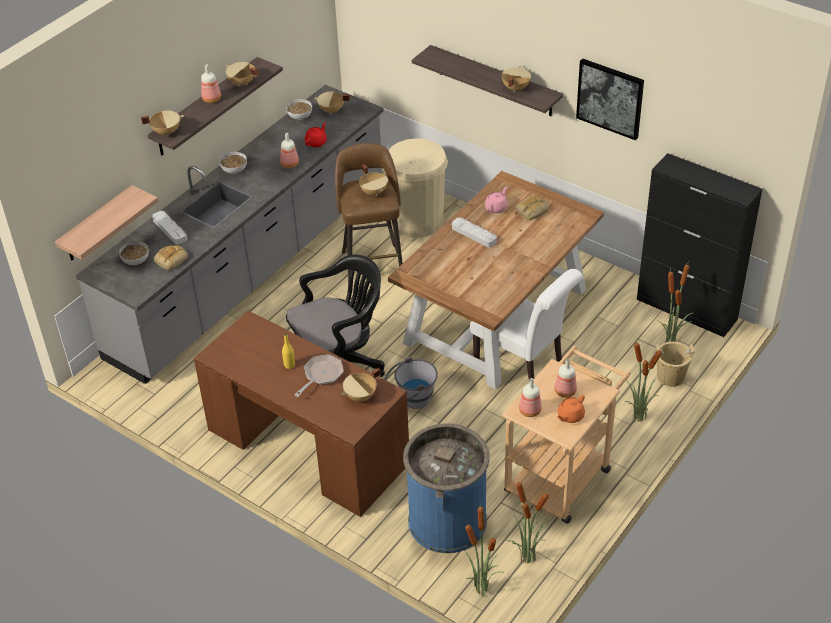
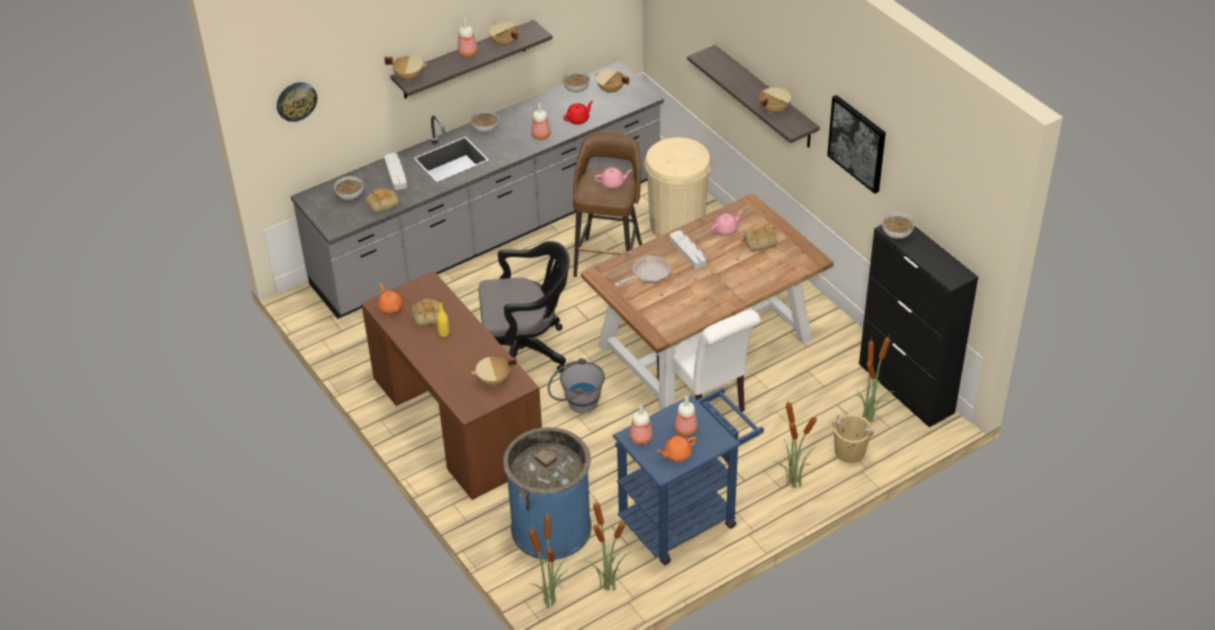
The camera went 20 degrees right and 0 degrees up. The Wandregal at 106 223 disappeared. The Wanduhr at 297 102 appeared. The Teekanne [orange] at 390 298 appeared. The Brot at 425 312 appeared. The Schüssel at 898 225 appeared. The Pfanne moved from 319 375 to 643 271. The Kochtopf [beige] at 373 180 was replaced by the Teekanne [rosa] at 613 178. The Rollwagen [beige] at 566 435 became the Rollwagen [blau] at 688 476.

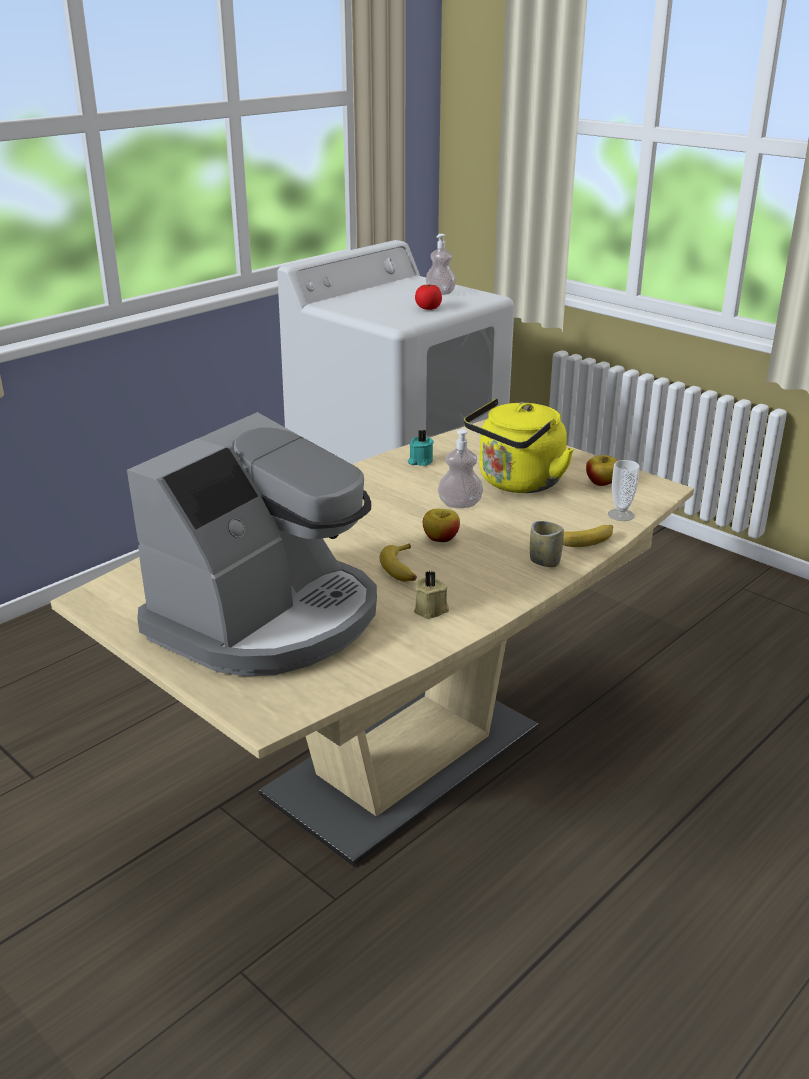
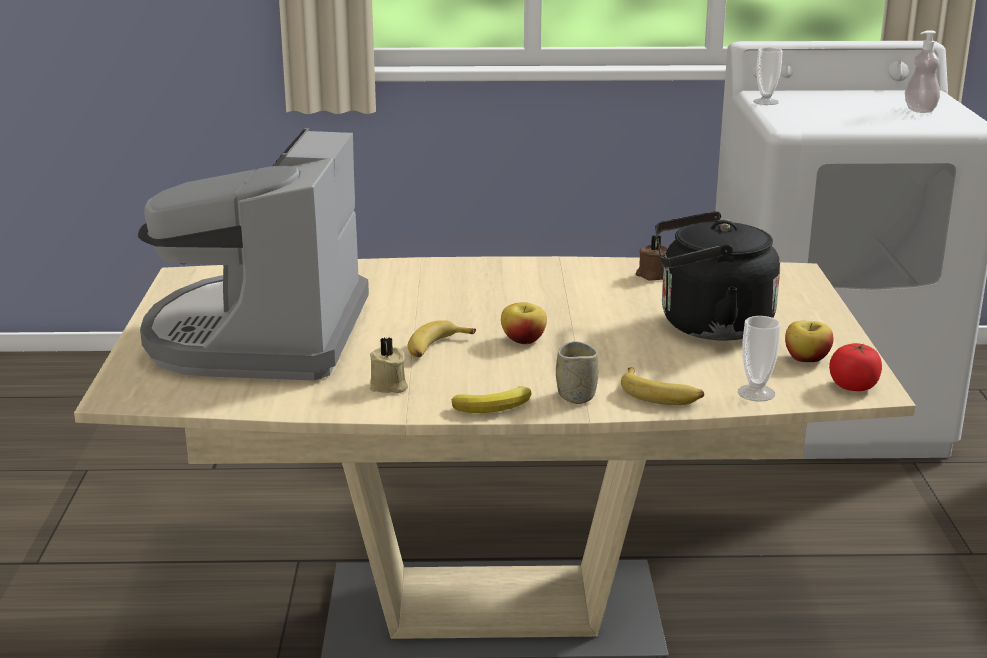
The camera went 45 degrees right and 5 degrees down. The Seifenspender at 460 468 disappeared. The Banane at 491 399 appeared. The Tasse at 767 76 appeared. The Tomate moved from 428 297 to 855 367. The Kerze [türkis] at 421 447 became the Kerze [braun] at 652 257. The Wasserkessel [gelb] at 519 445 became the Wasserkessel [schwarz] at 717 276. The Kaffeemaschine at 252 544 turned 105 degrees clockwise.

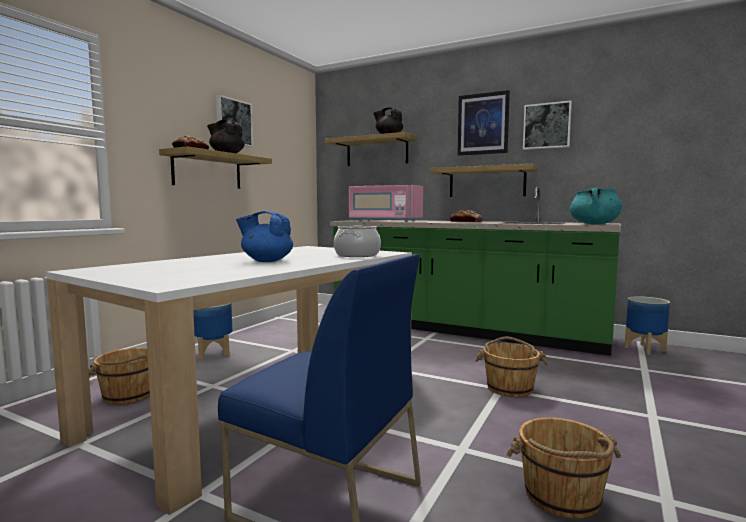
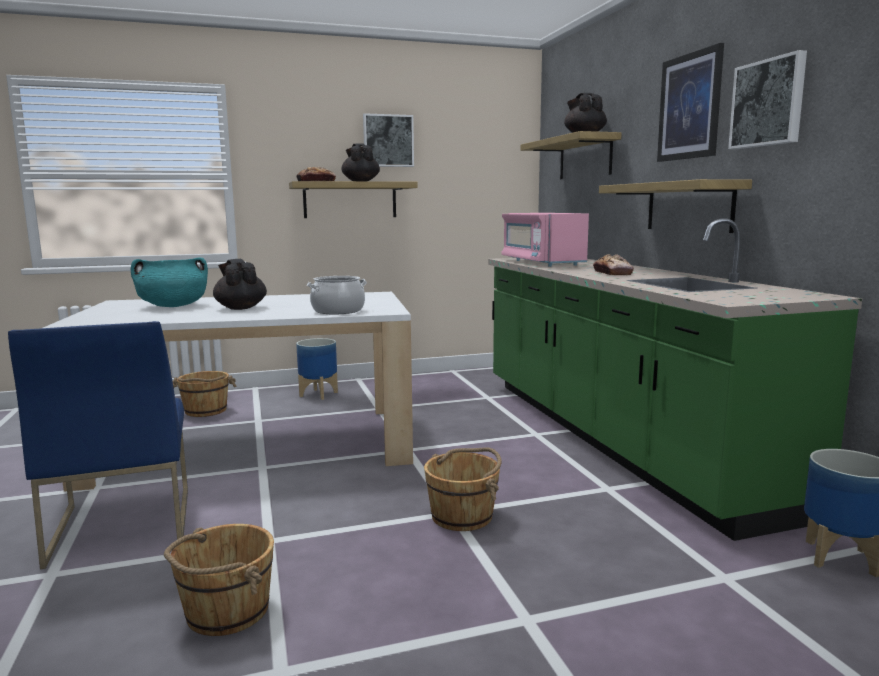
The camera went 45 degrees right and 5 degrees up. The Kochtopf [türkis] moved from 596 206 to 169 282. The Teekanne [blau] at 264 236 became the Teekanne [schwarz] at 240 284.

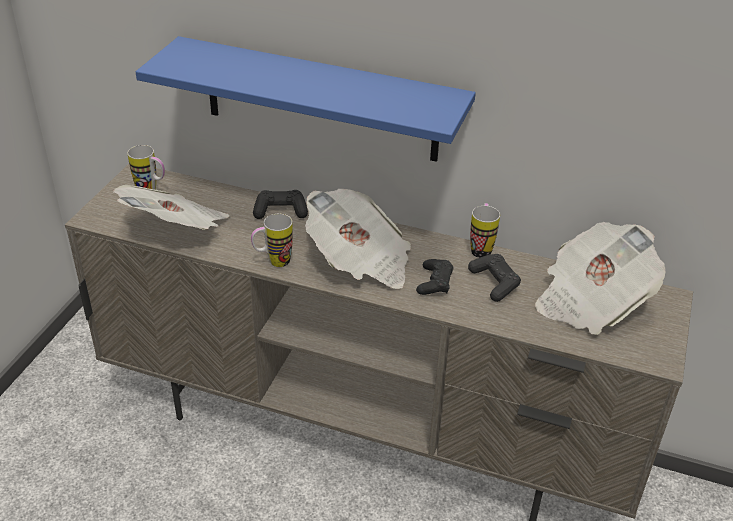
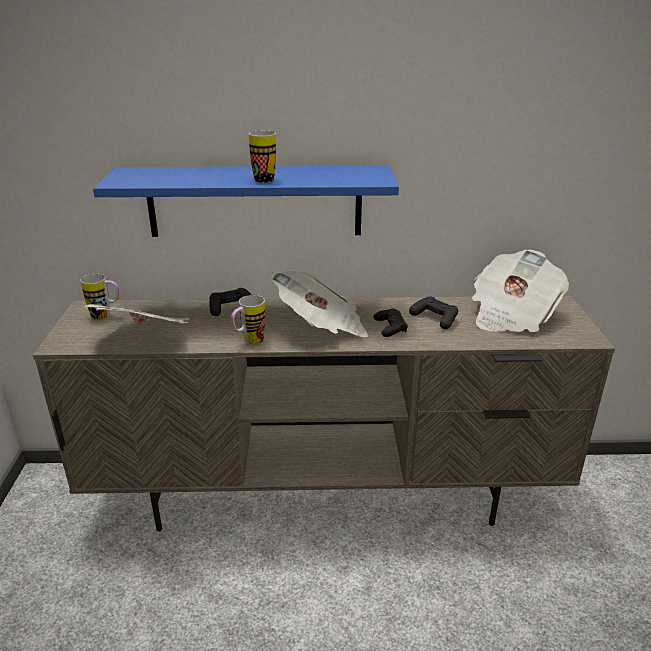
The camera went 20 degrees left and 10 degrees down. The Henkelbecher moved from 485 230 to 262 156.

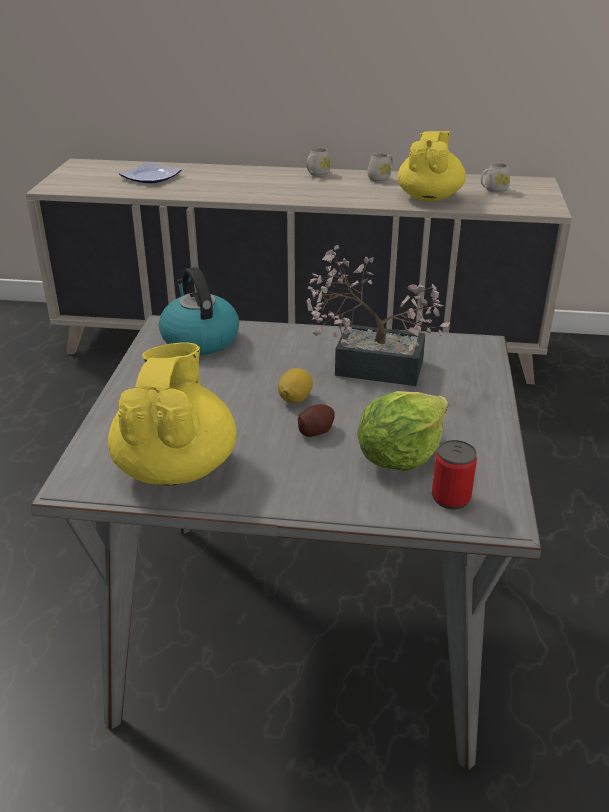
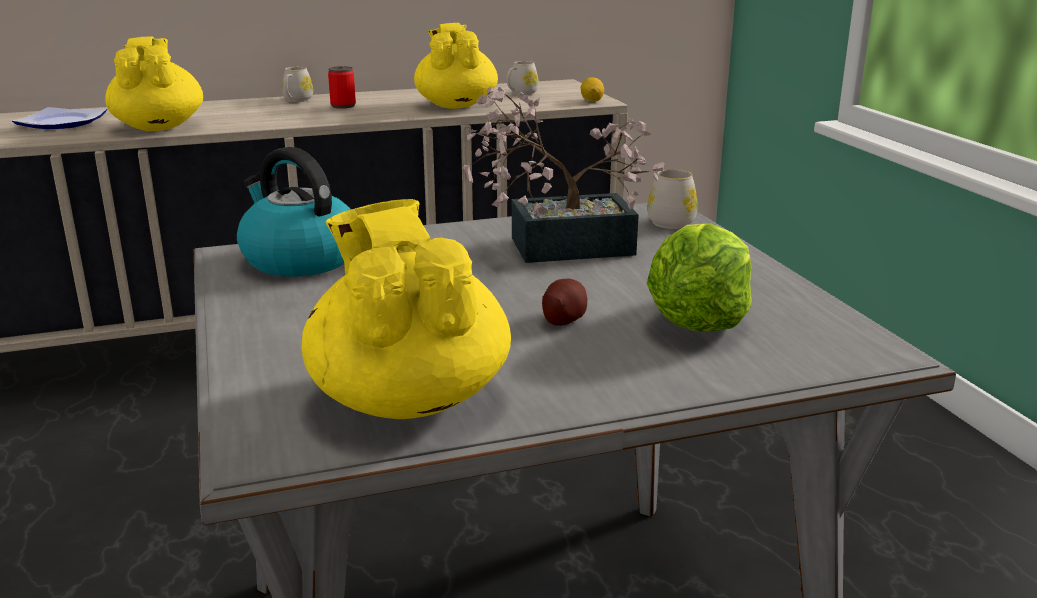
The camera went 25 degrees left and 10 degrees down. The Teekanne [gelb] at 154 83 appeared. The Zitrone moved from 295 385 to 592 89. The Henkelbecher [weiß] moved from 380 167 to 672 199. The Dose moved from 454 474 to 342 87.

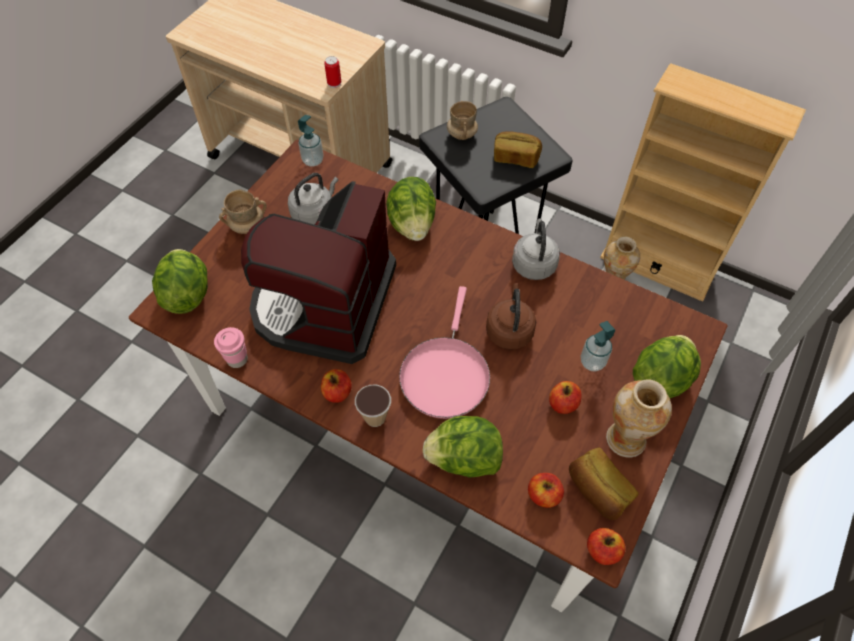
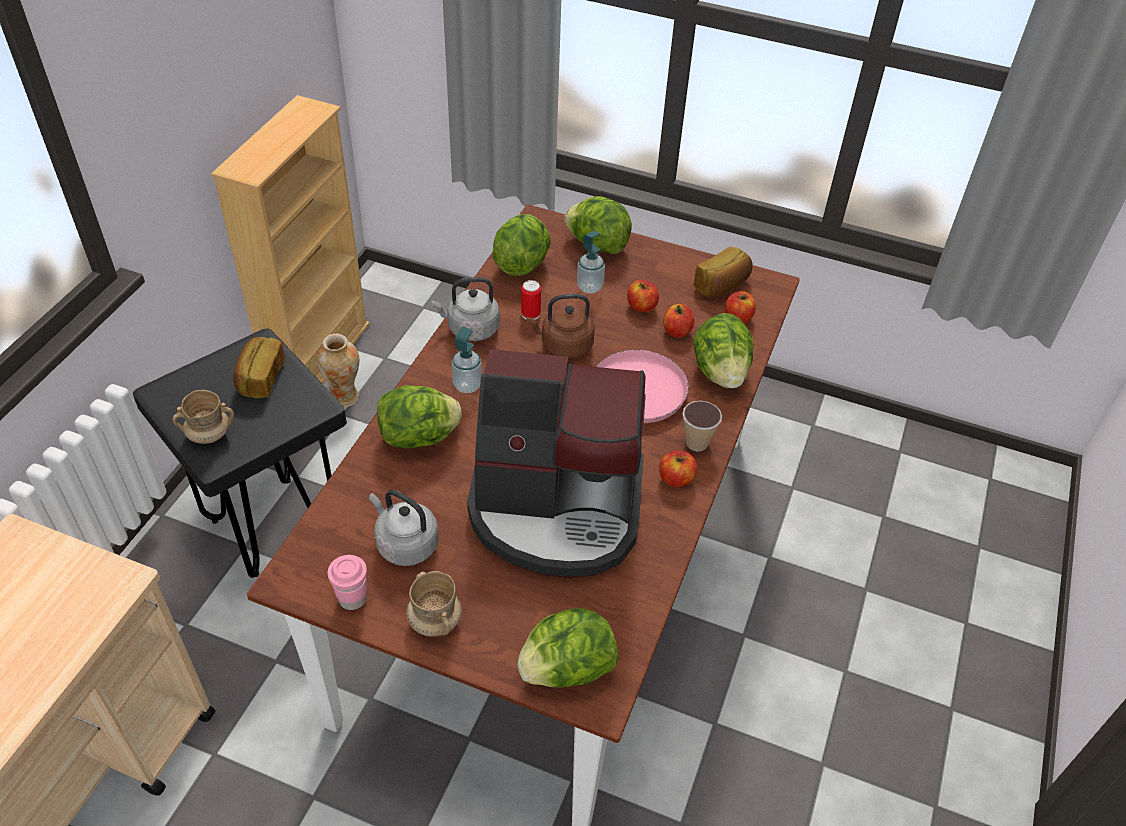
The camera went 100 degrees left and 10 degrees down. The Vase at 639 418 disappeared. The Salatkopf at 521 245 appeared. The Tasse [rosa] moved from 231 347 to 347 582. The Seifenspender moved from 310 141 to 467 359. The Dose moved from 332 72 to 531 300. The Apfel moved from 606 546 to 679 321.

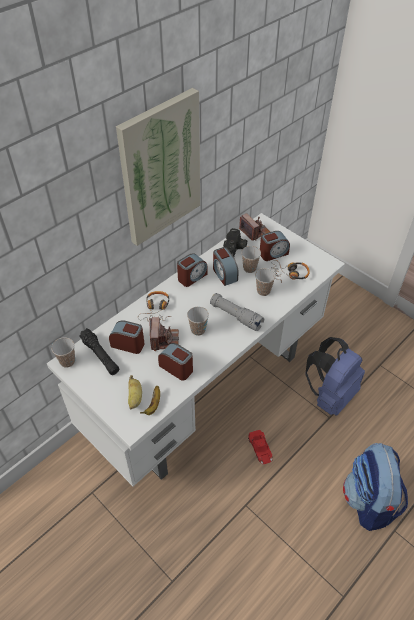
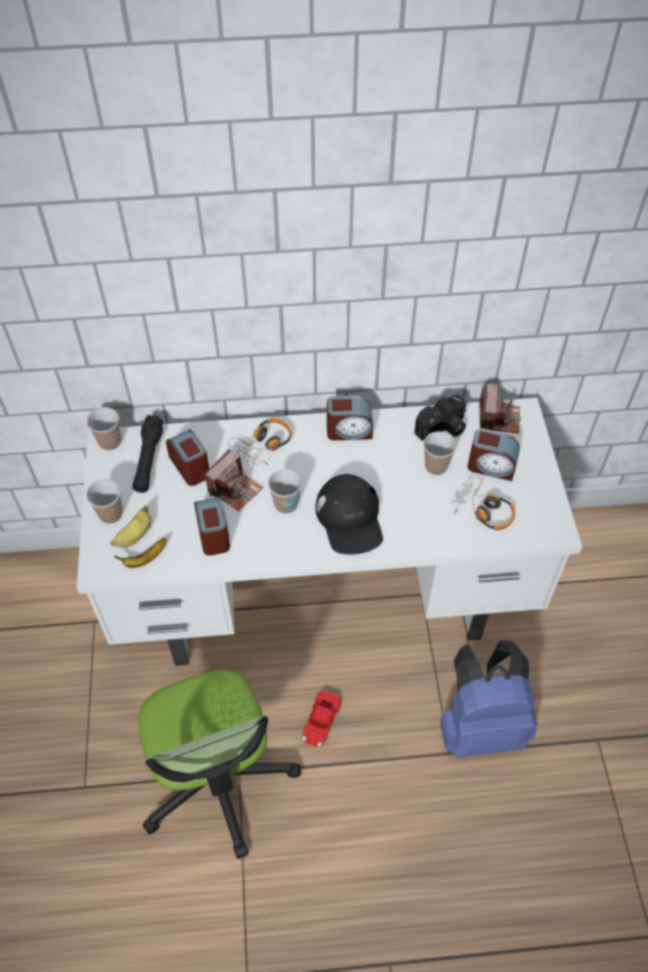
The camera went 40 degrees right and 5 degrees up. The Bild at 158 167 disappeared. The Wecker at 226 266 disappeared. The Rucksack at 375 487 disappeared. The Bürostuhl at 219 764 appeared. The Tasse moved from 265 282 to 104 501. The Taschenlampe [grau] at 237 312 was replaced by the Kappe [schwarz] at 349 514.

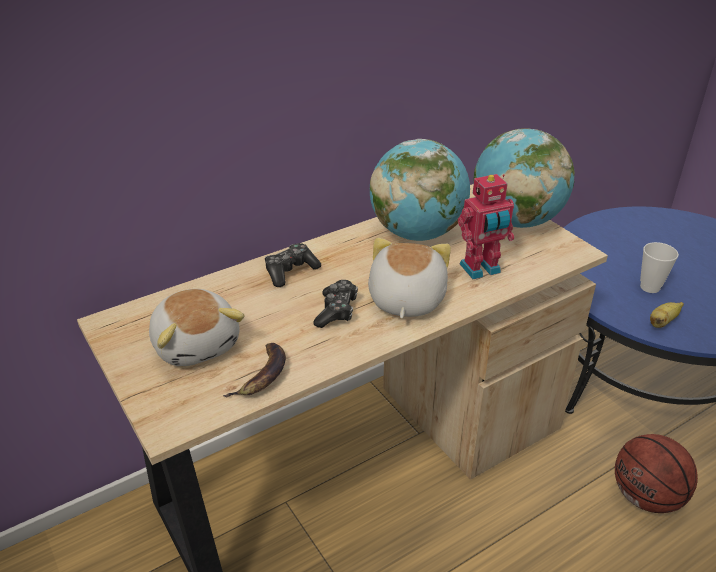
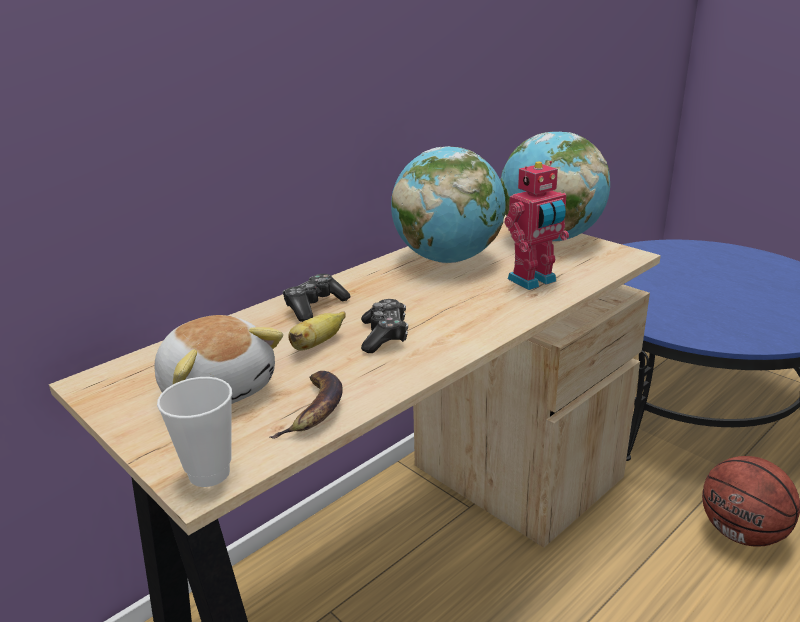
The camera went 10 degrees left and 10 degrees down. The Plüschtier at 409 278 disappeared. The Tasse moved from 659 267 to 194 432. The Banane moved from 667 315 to 317 331.

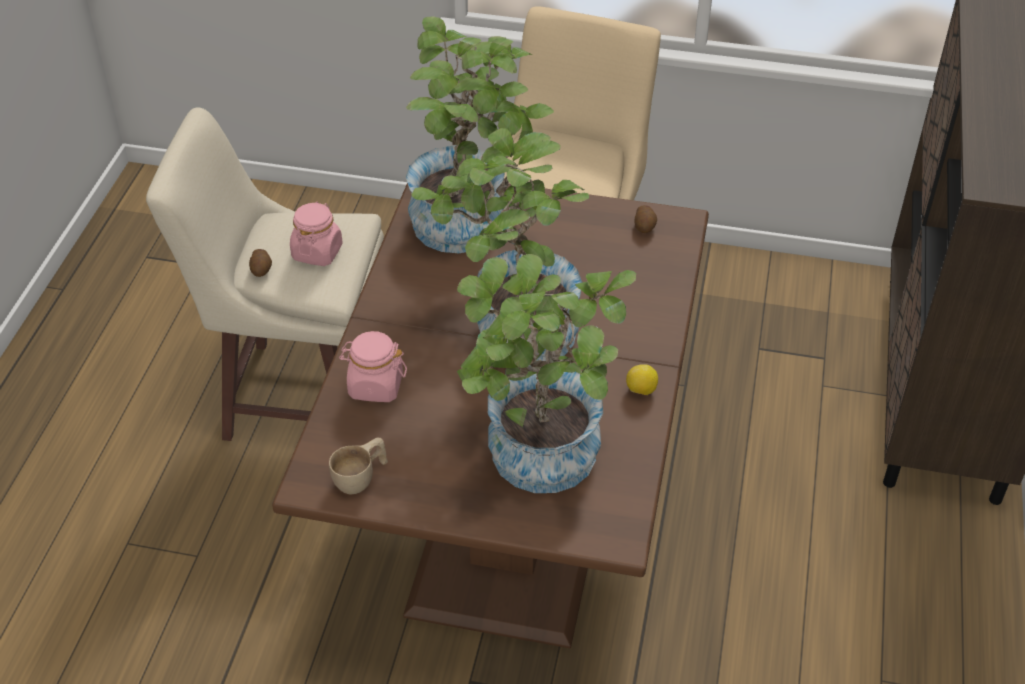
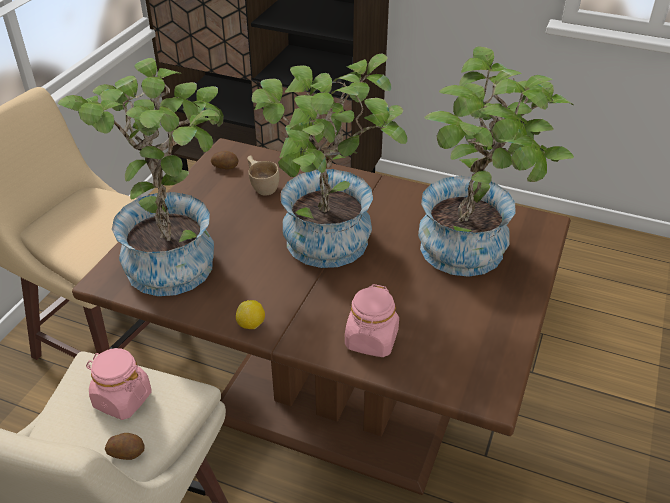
The camera went 80 degrees left and 5 degrees down. The Tasse [beige] moved from 358 466 to 263 175. The Zitrone moved from 642 379 to 250 314.

